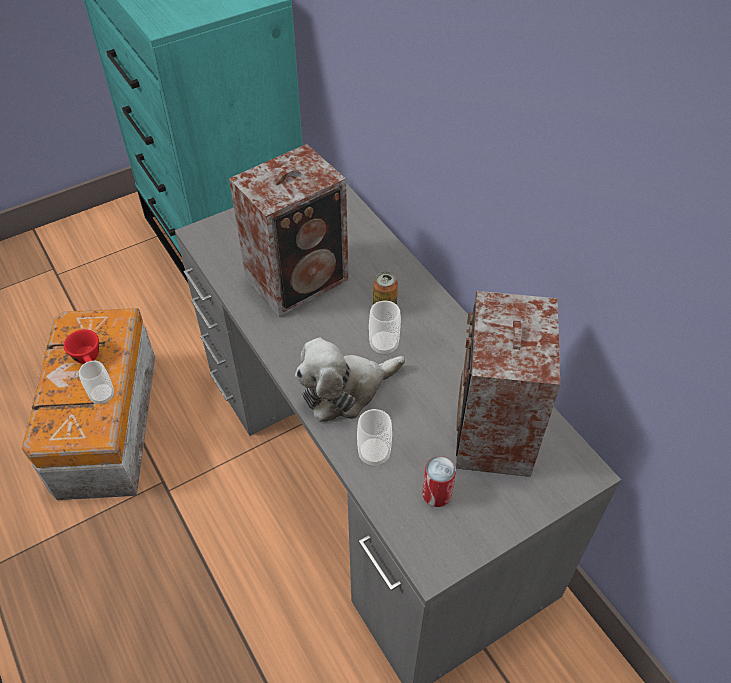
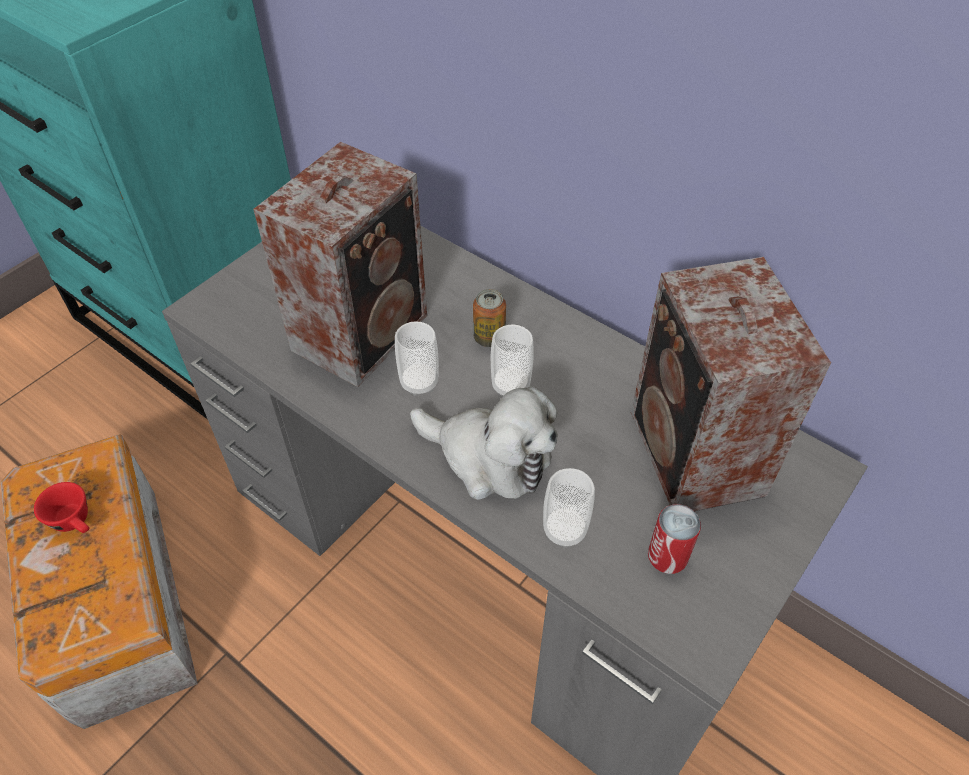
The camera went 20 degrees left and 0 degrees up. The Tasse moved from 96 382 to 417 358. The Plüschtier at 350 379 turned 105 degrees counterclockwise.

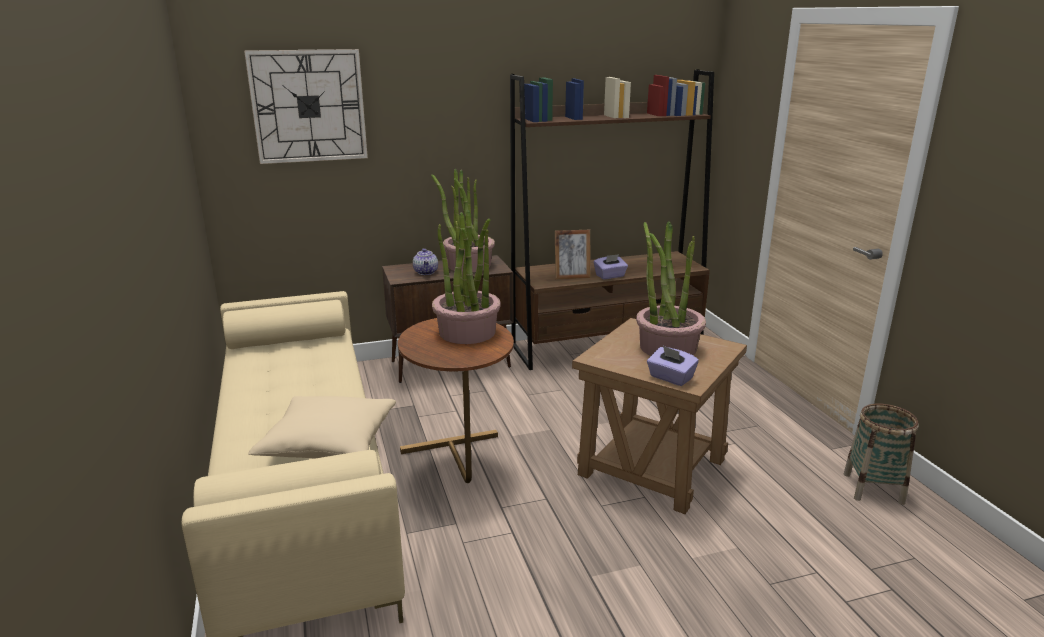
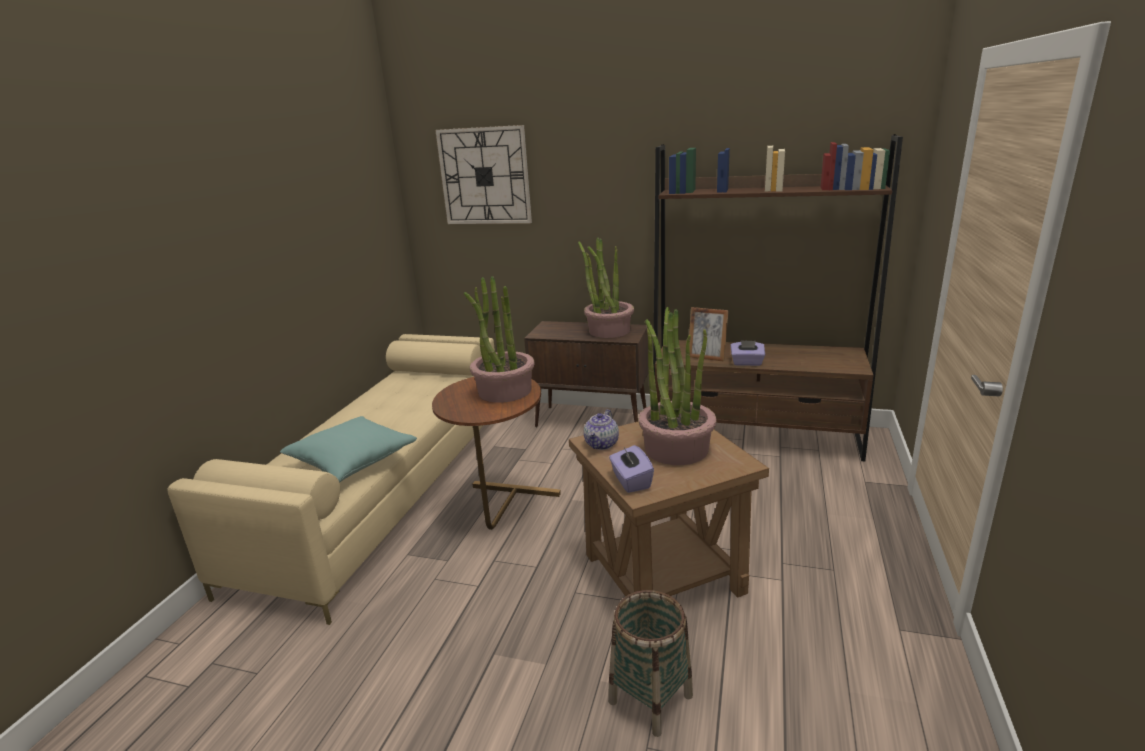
The camera went 35 degrees right and 0 degrees up. The Teekanne moved from 425 261 to 601 430. The Korb moved from 881 454 to 650 663. The Kissen [beige] at 322 427 became the Kissen [türkis] at 348 449.

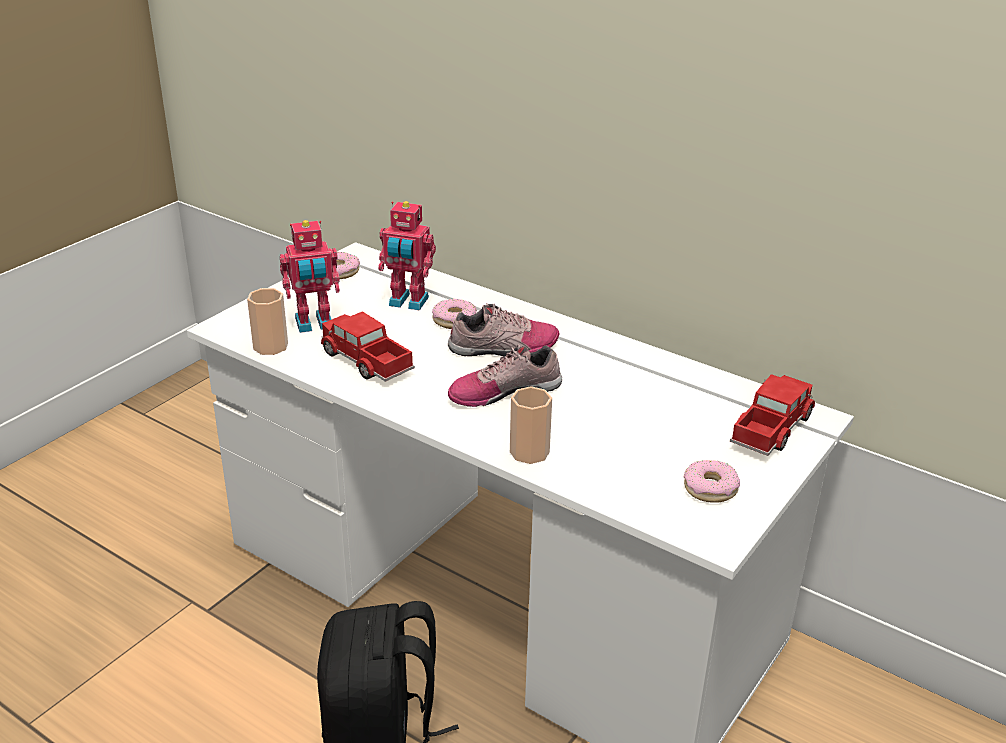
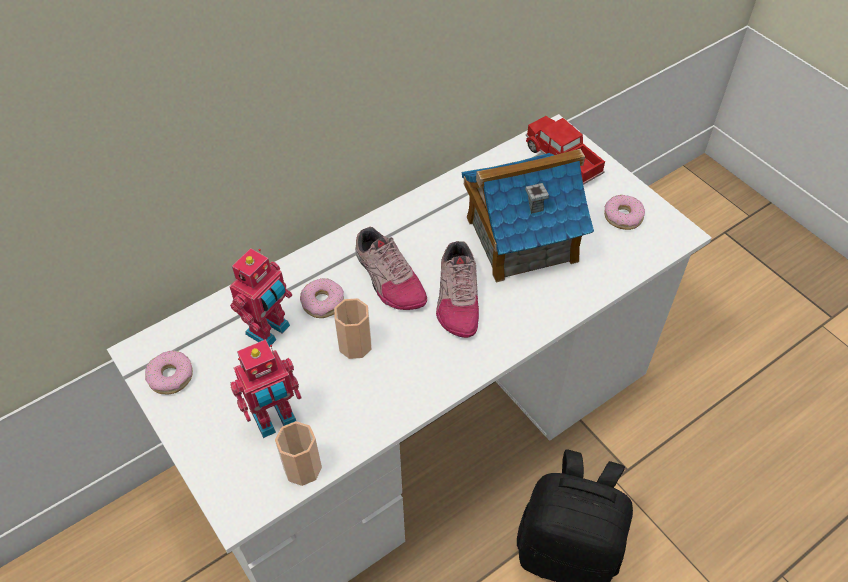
The camera went 70 degrees left and 20 degrees up. The Spielzeuglaster at 368 346 disappeared. The Spielzeughaus at 527 215 appeared. The Tasse moved from 531 425 to 353 328. The Spielzeugroboter at 310 276 turned 60 degrees clockwise. The Schuh at 504 330 turned 135 degrees clockwise.

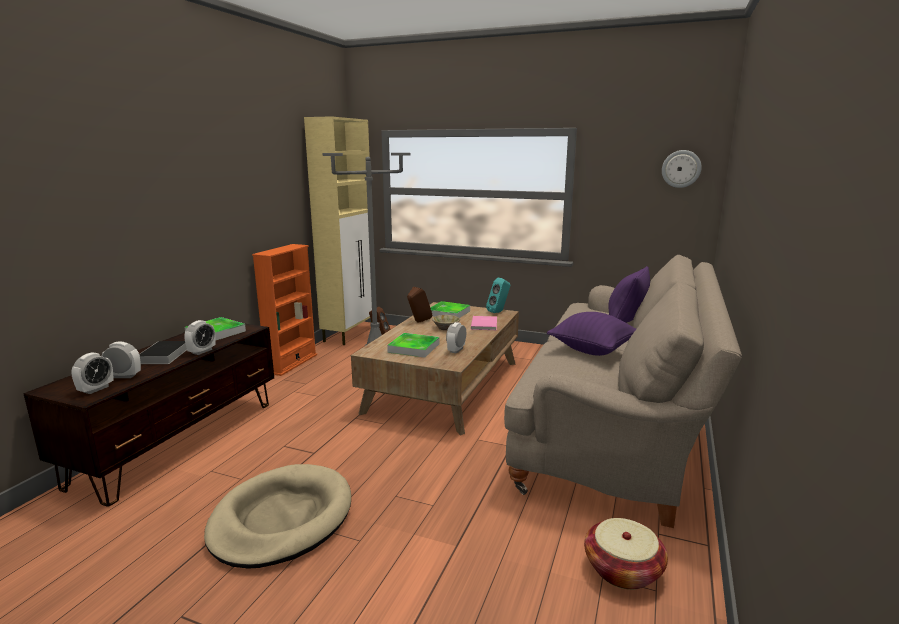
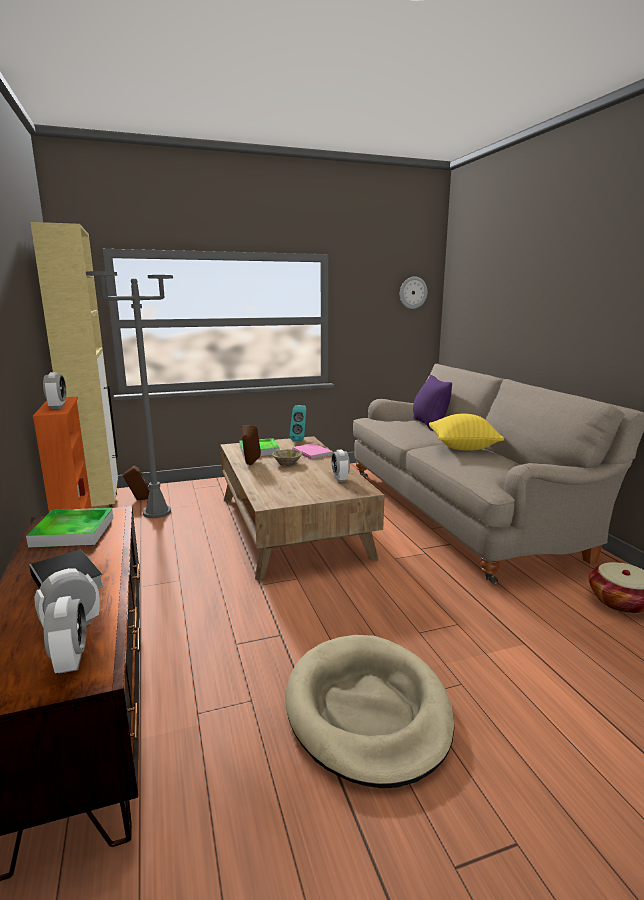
The camera went 40 degrees left and 0 degrees up. The Tablett at 413 345 disappeared. The Wecker moved from 200 337 to 54 390. The Kissen [lila] at 591 334 became the Kissen [gelb] at 466 432.

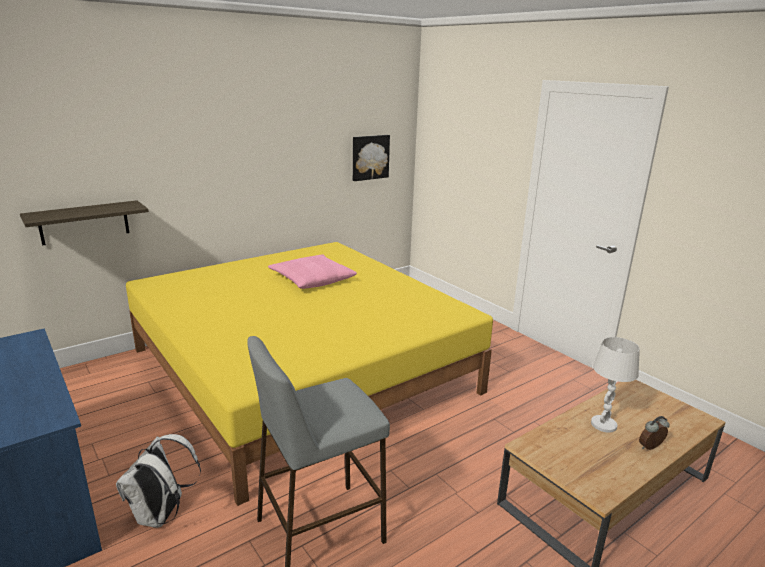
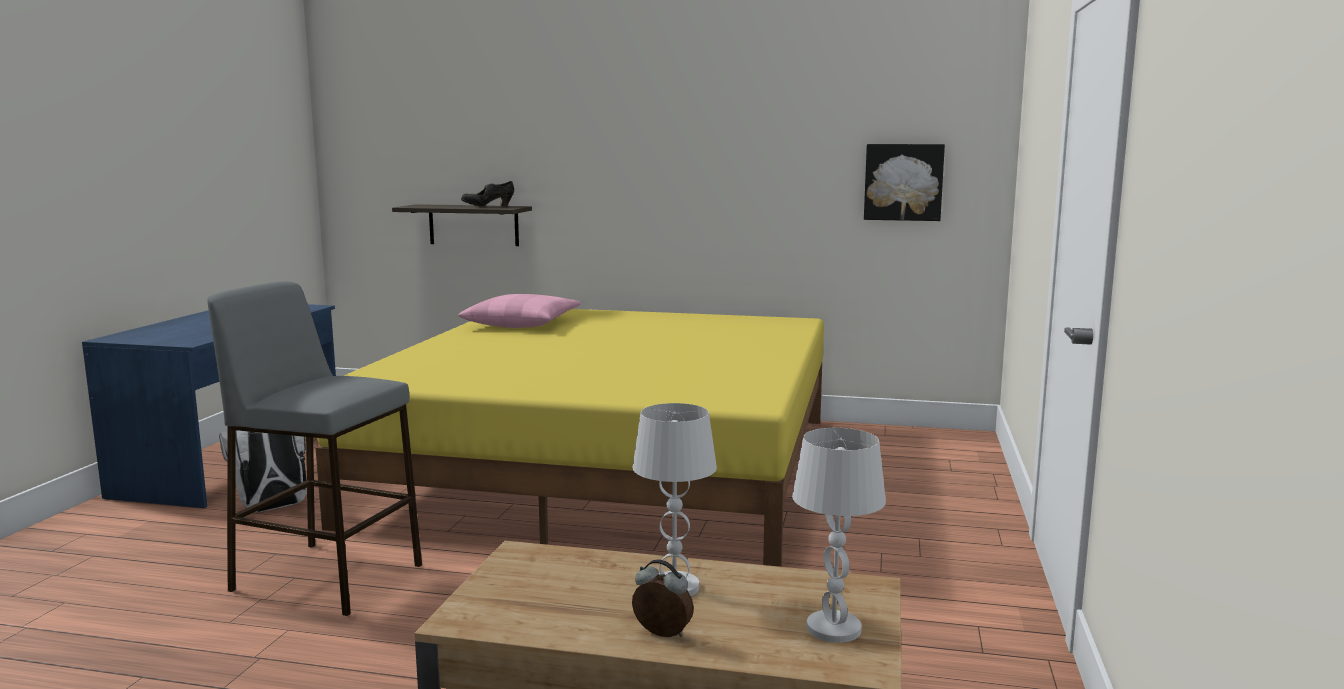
The camera went 50 degrees right and 10 degrees down. The Schuh [schwarz] at 487 194 appeared. The Tischlampe [weiß] at 839 535 appeared. The Kissen [rosa] moved from 312 271 to 520 311.

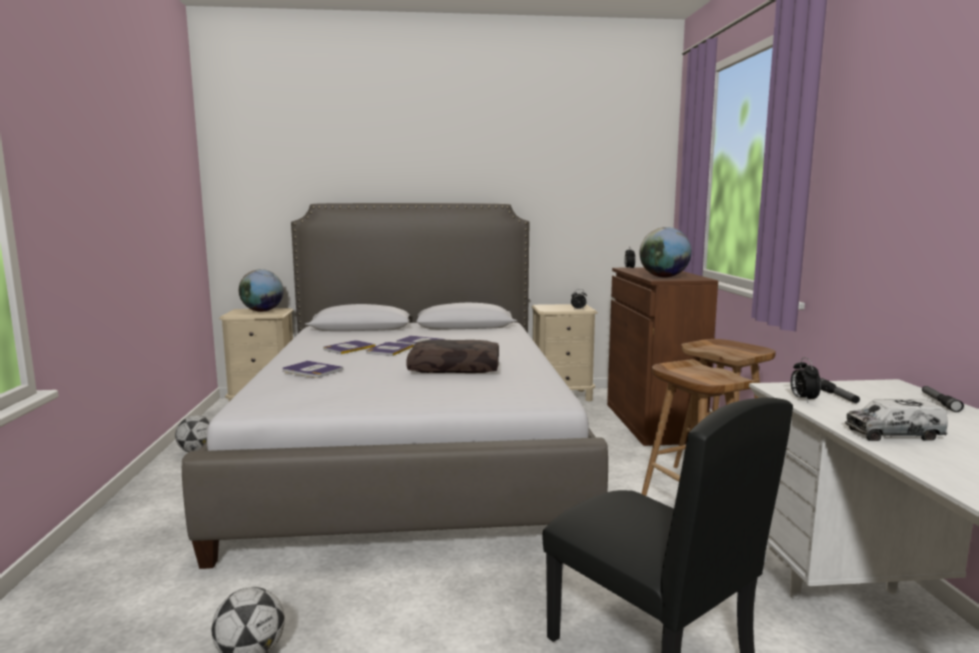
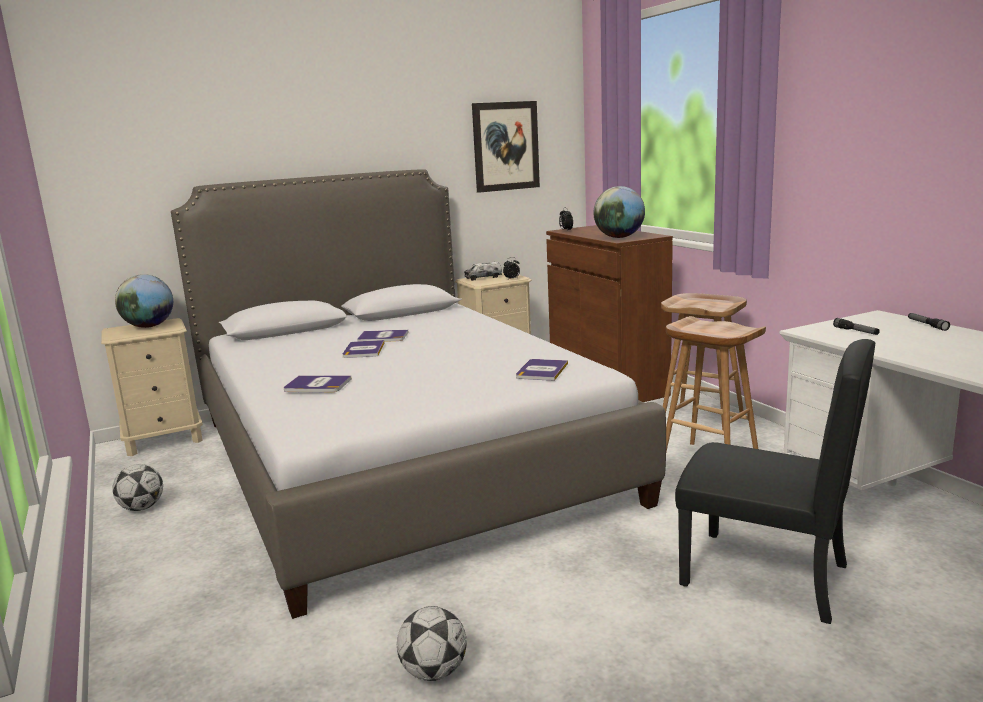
The camera went 20 degrees left and 5 degrees up. The Kissen [braun] at 452 356 disappeared. The Wecker at 806 379 disappeared. The Bild at 506 147 appeared. The Buch moved from 349 347 to 542 370. The Spielzeuglaster moved from 896 420 to 483 271.

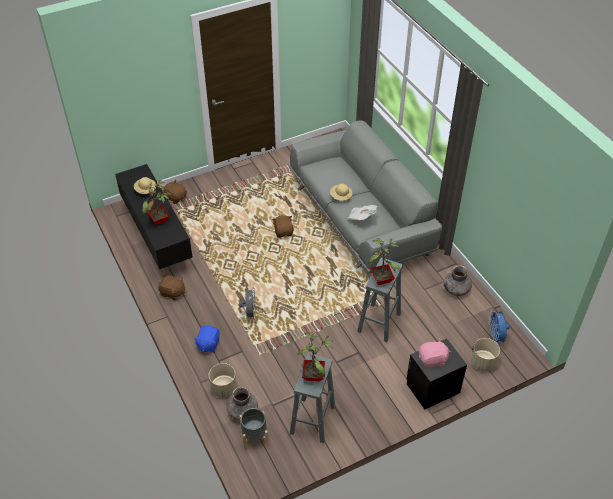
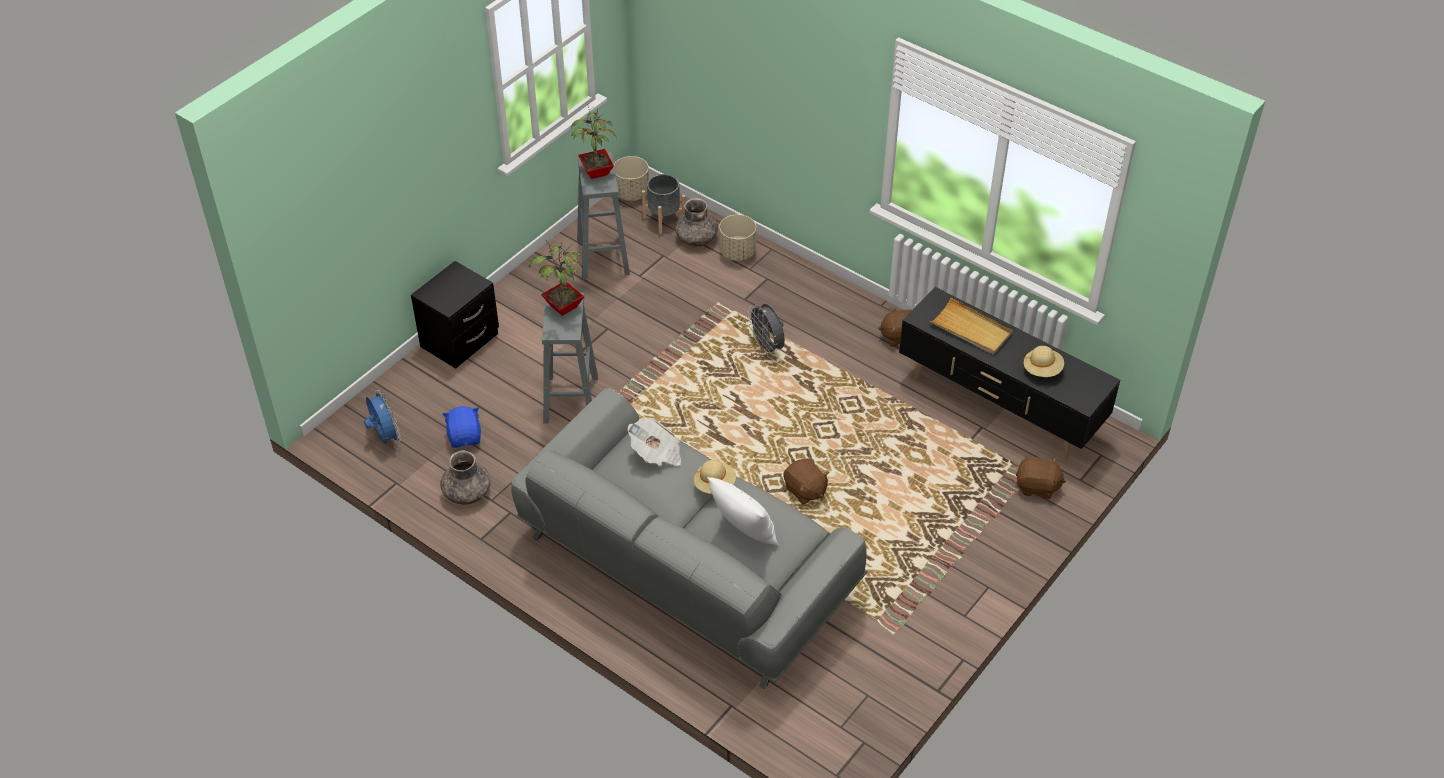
The camera went 155 degrees right and 0 degrees up. The Plüschtier [rosa] at 435 353 disappeared. The Kissen [weiß] at 743 511 appeared. The Plüschtier [blau] moved from 207 338 to 461 427. The Pflanzkübel [beige] moved from 485 354 to 631 178. The Topfpflanze at 156 202 was replaced by the Tablett [beige] at 971 326.

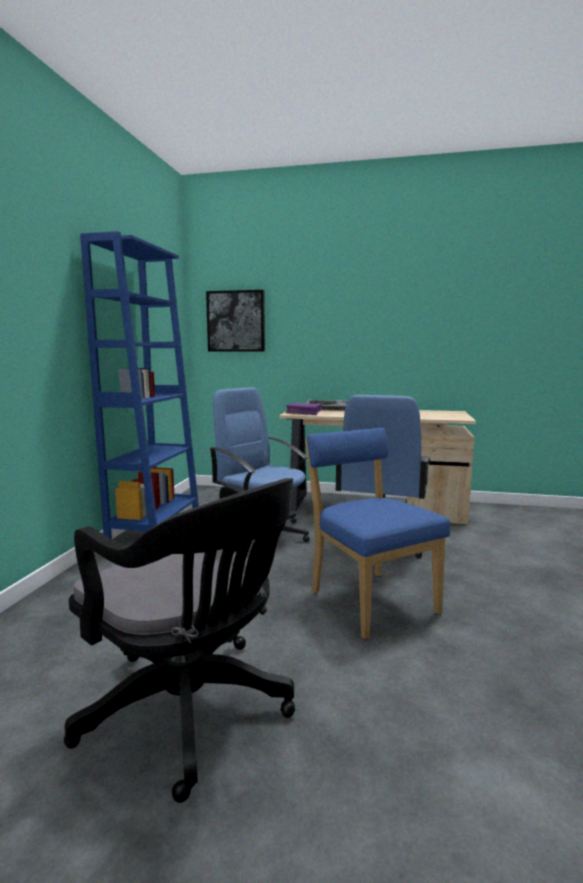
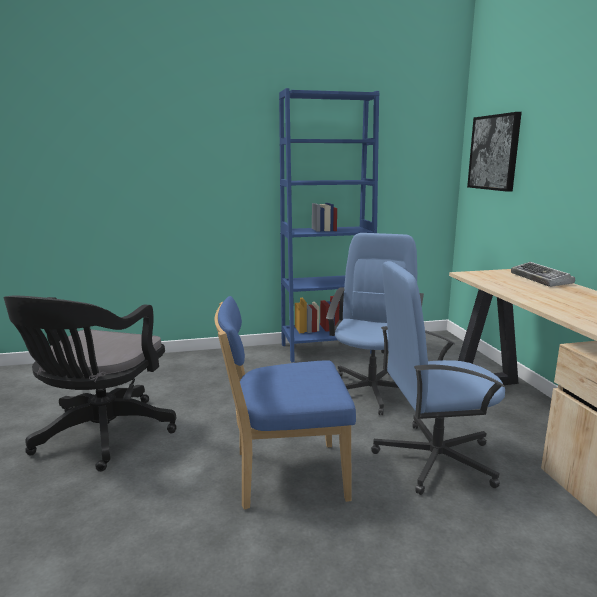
The camera went 65 degrees right and 5 degrees up. The Buch [lila] at 303 409 disappeared. The Stuhl [blau] at 377 533 turned 135 degrees counterclockwise.

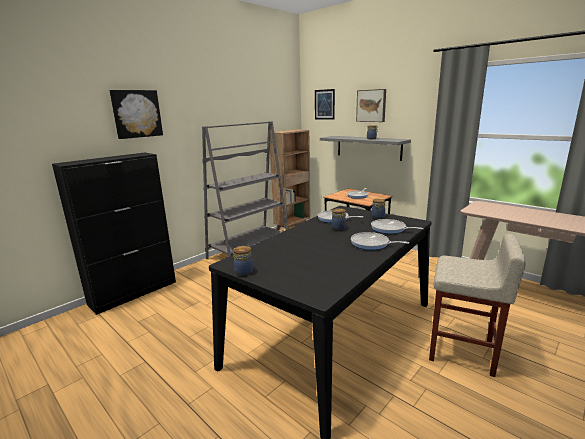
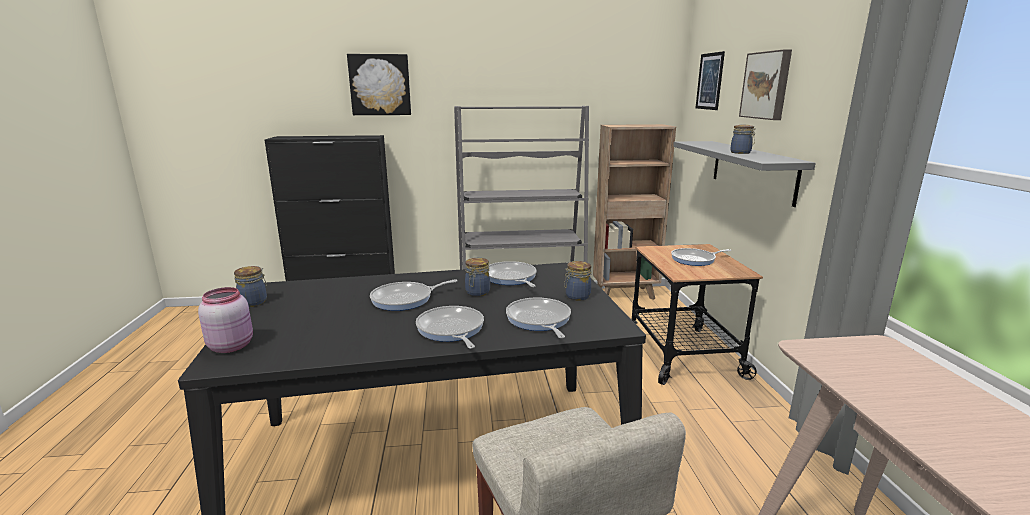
The camera went 40 degrees right and 0 degrees up. The Vorratsglas [rosa] at 225 320 appeared. The Pfanne at 413 295 appeared.

